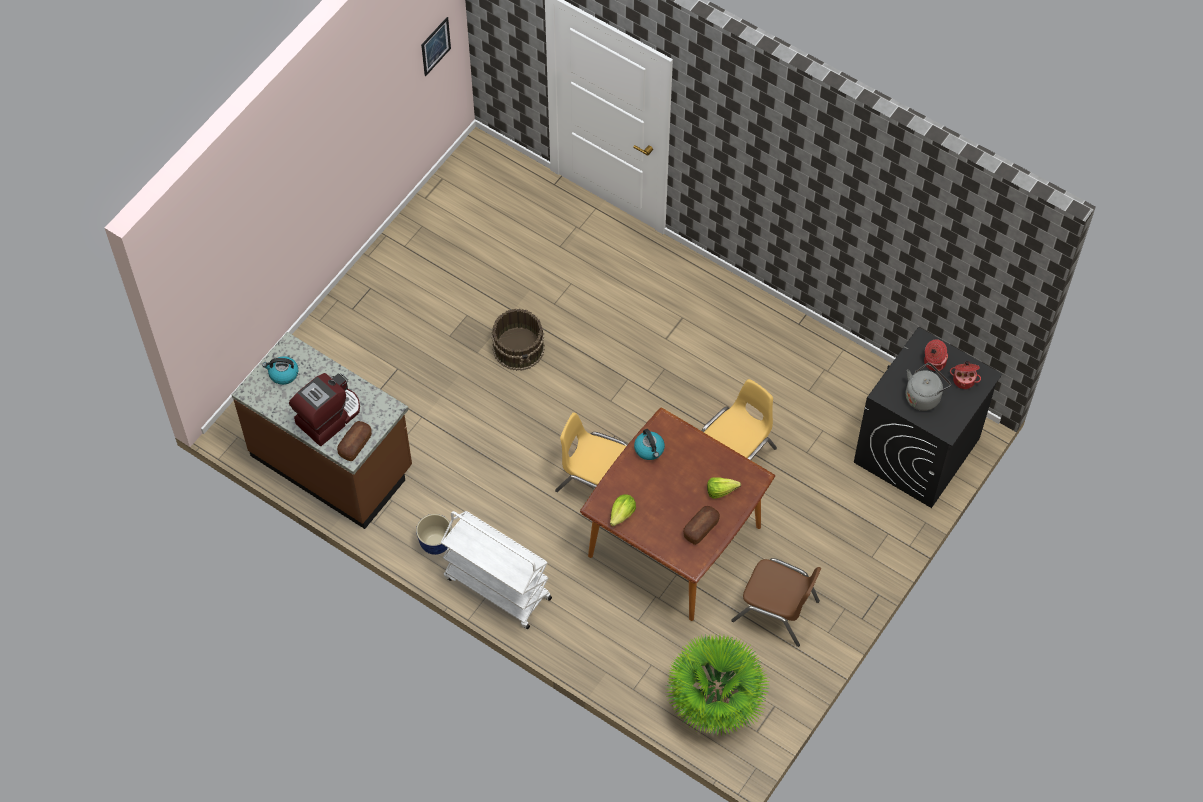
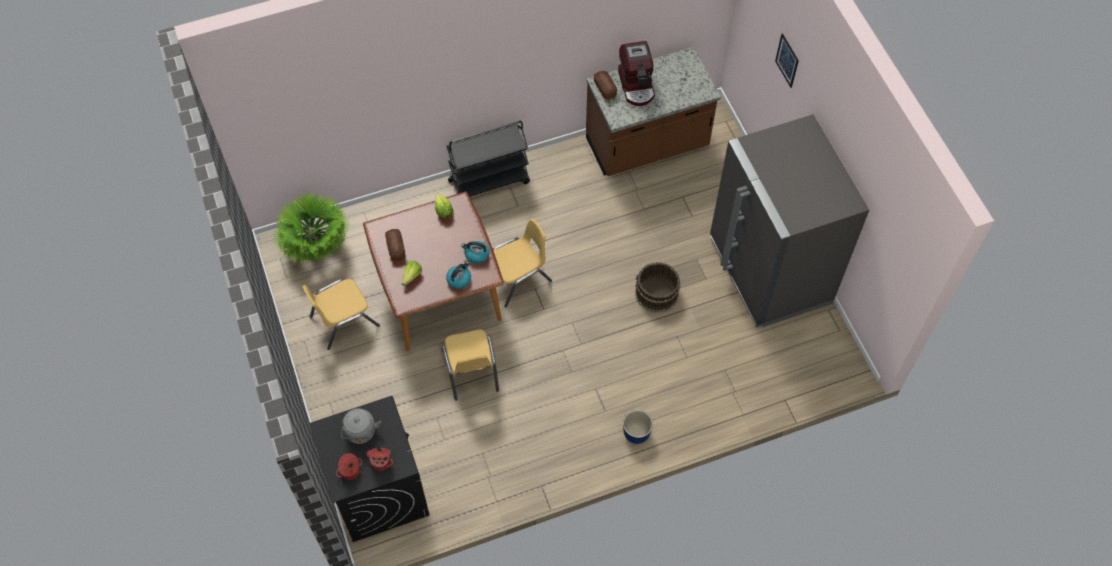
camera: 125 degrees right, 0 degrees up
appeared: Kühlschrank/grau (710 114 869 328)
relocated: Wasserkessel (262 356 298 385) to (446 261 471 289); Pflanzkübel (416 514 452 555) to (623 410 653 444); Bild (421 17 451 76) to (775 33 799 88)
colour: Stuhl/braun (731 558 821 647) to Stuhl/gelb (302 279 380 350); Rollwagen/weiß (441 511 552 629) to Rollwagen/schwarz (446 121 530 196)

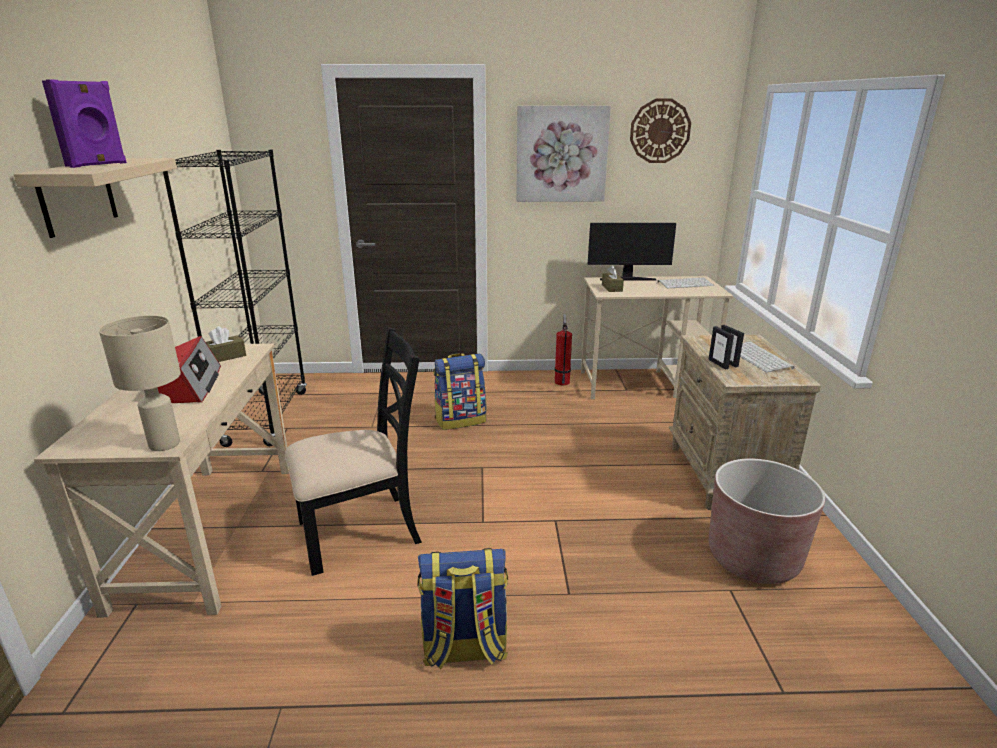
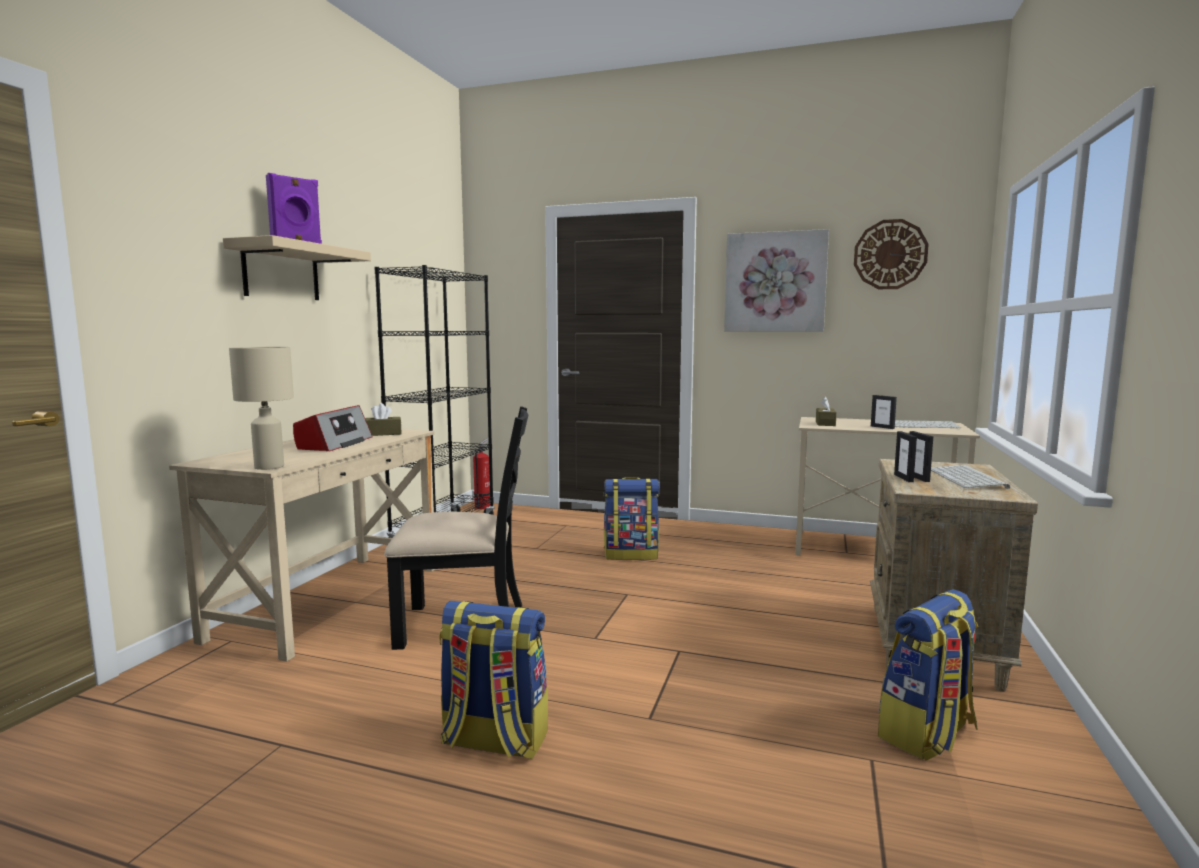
camera: 20 degrees right, 15 degrees down
missing: Monitor (588 223 676 281)
appeared: Bilderrahmen (871 395 897 429)
relocated: Feuerlöscher (555 314 572 385) to (473 438 490 509)
exchanged: Pflanzkübel/braun (709 458 825 584) to Rucksack (878 589 978 761)

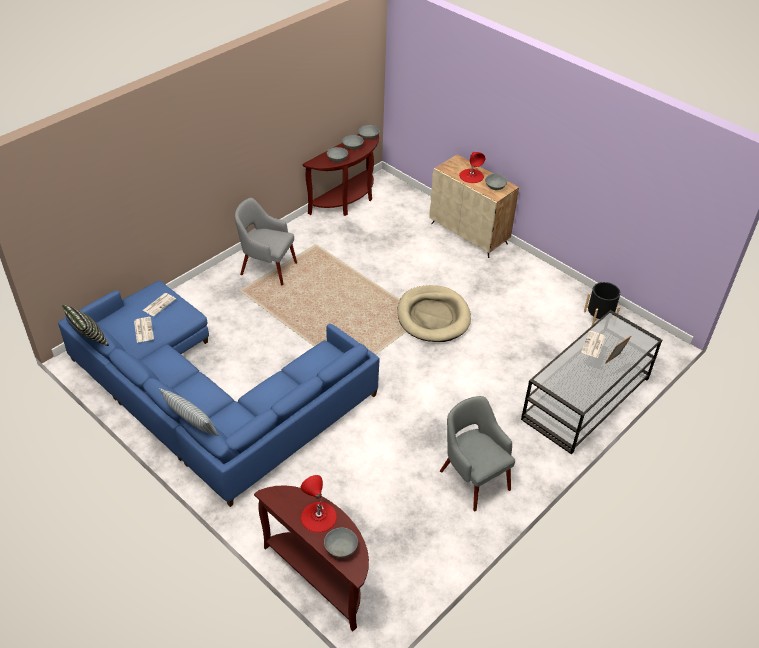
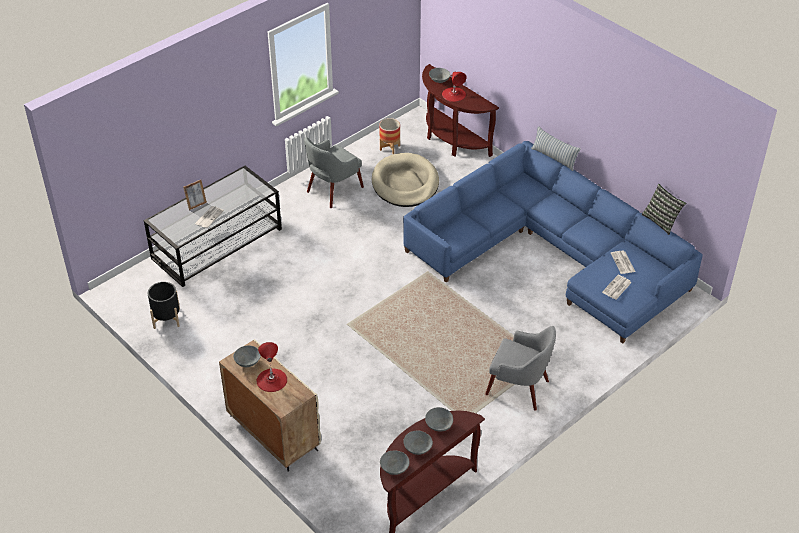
camera: 175 degrees left, 0 degrees up
appeared: Pflanzkübel (379 118 400 154)
relocated: Hundebett/beige (397 285 471 342) to (372 153 439 207)
spun: Sessel/grau (440 396 515 511) = (304 137 364 208) 75 degrees clockwise

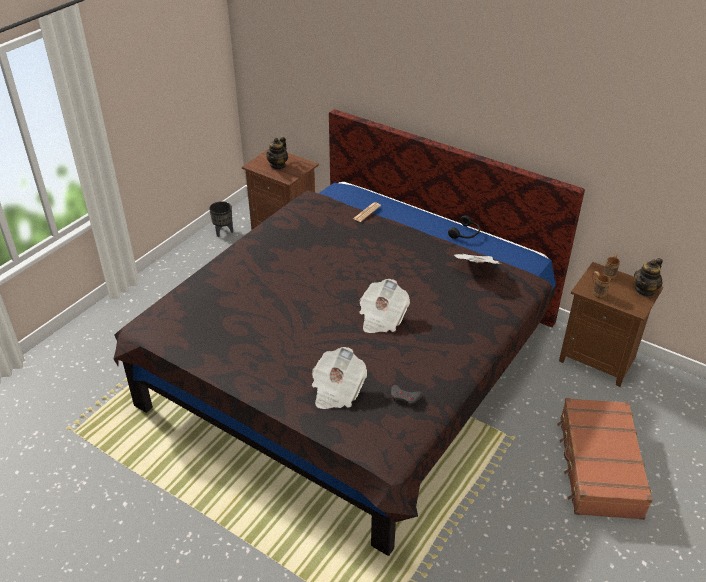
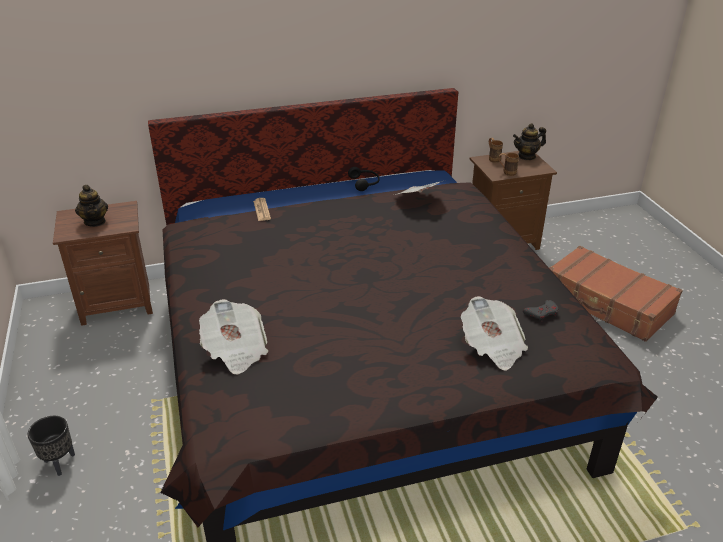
camera: 50 degrees left, 5 degrees down
relocated: Pflanzkübel/schwarz (209 201 233 237) to (27 416 75 476); Zeitung (359 279 410 333) to (199 299 268 374)
spun: Teekanne (634 258 663 297) = (513 123 546 160) 75 degrees clockwise

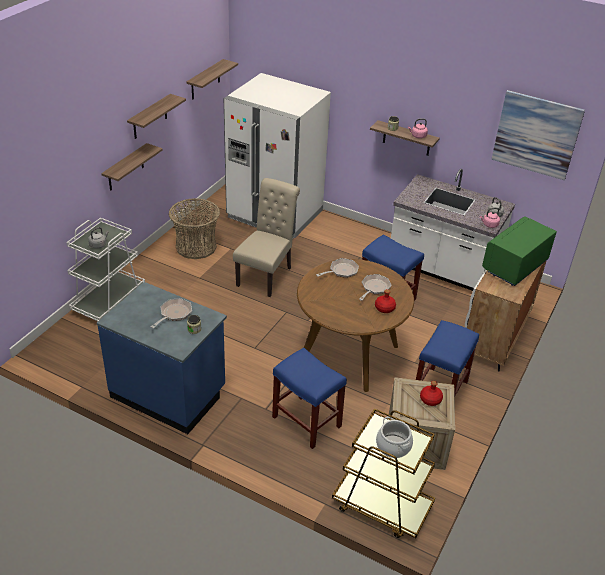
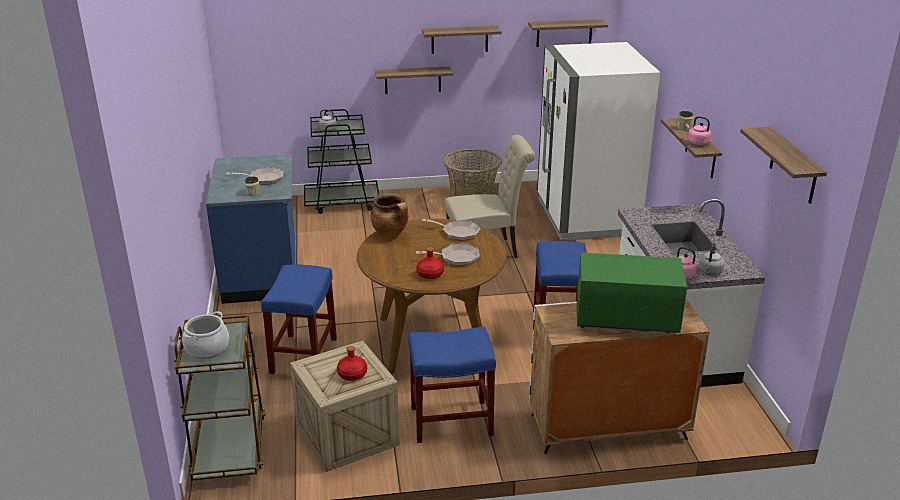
camera: 55 degrees right, 10 degrees down
appeared: Kochtopf (371 192 408 239)
exchanged: Bild (491 90 585 180) to Wandregal (740 127 827 204)
colour: Rollwagen/weiß (66 218 145 321) to Rollwagen/schwarz (304 109 379 214)

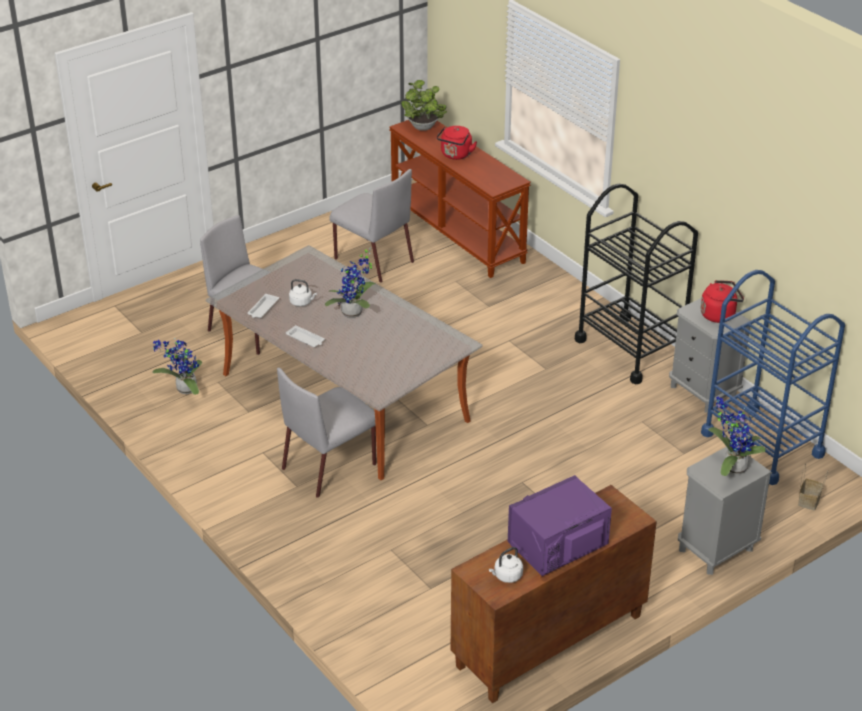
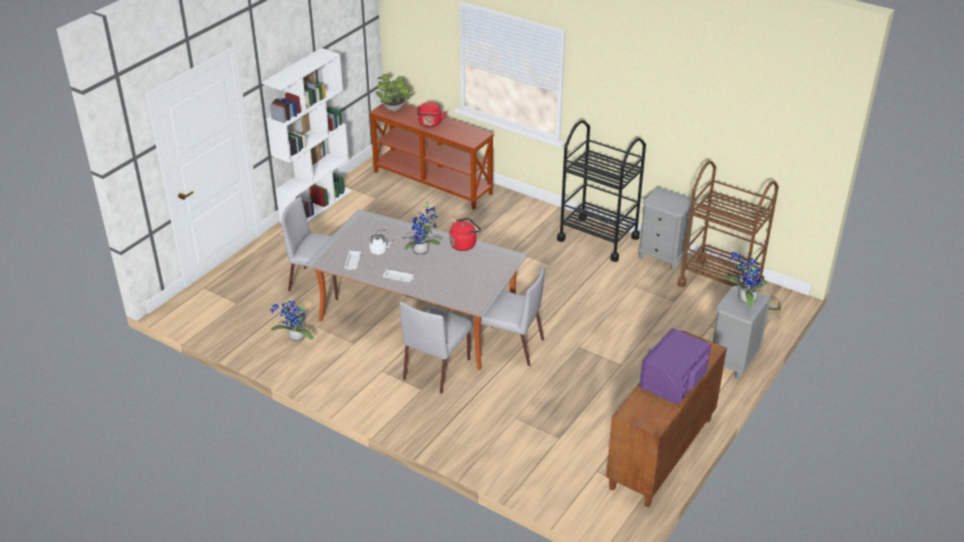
camera: 20 degrees left, 0 degrees up
missing: Wasserkessel/weiß (489 547 523 583)
appeared: Bücherregal/weiß (262 48 351 223)
relocated: Wasserkessel/rot (701 280 744 323) to (450 218 481 251); Stuhl/grau (329 169 414 283) to (473 264 545 366)
colour: Rollwagen/blau (701 270 845 485) to Rollwagen/braun (677 161 779 287)

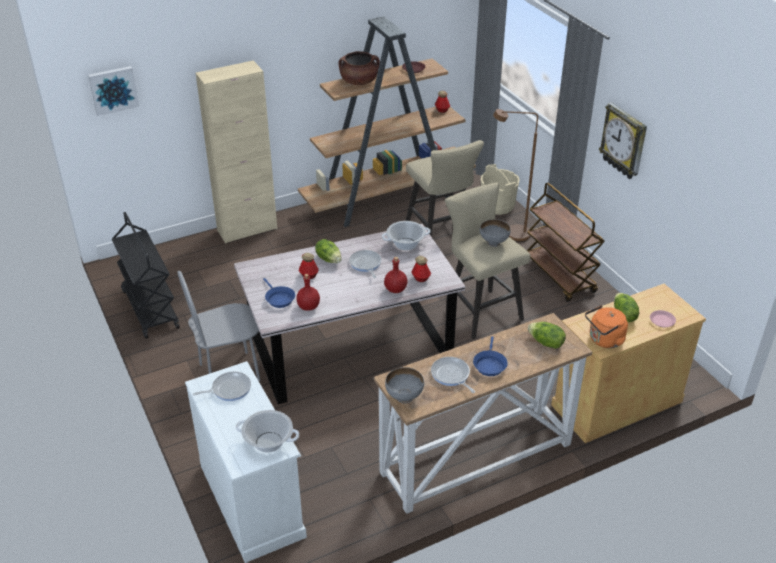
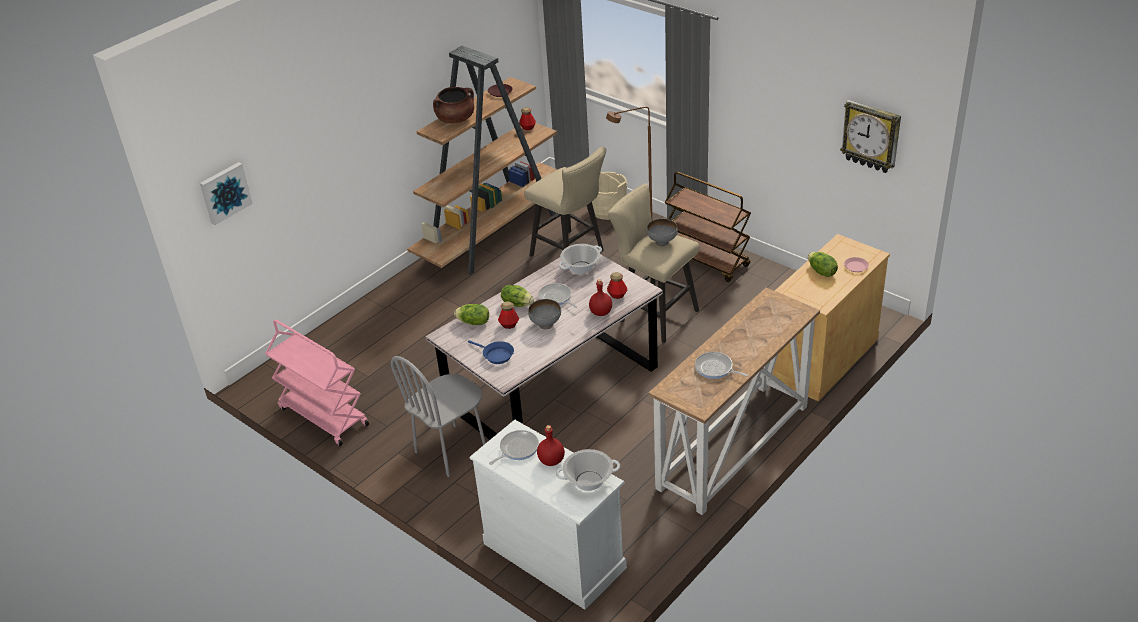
camera: 20 degrees left, 0 degrees up
missing: Schrank/beige (196 60 277 244); Pfanne/blau (473 336 508 376); Wasserkessel/orange (585 305 628 348)
relocated: Salatkopf (528 322 566 349) to (454 304 489 325); Schüssel/grau (385 367 424 404) to (528 299 561 329); Flasche/rot (296 274 320 311) to (537 425 565 466); Wanduhr (599 103 647 179) to (840 100 901 173)
colour: Rollwagen/schwarz (112 212 180 339) to Rollwagen/rosa (265 320 369 446)

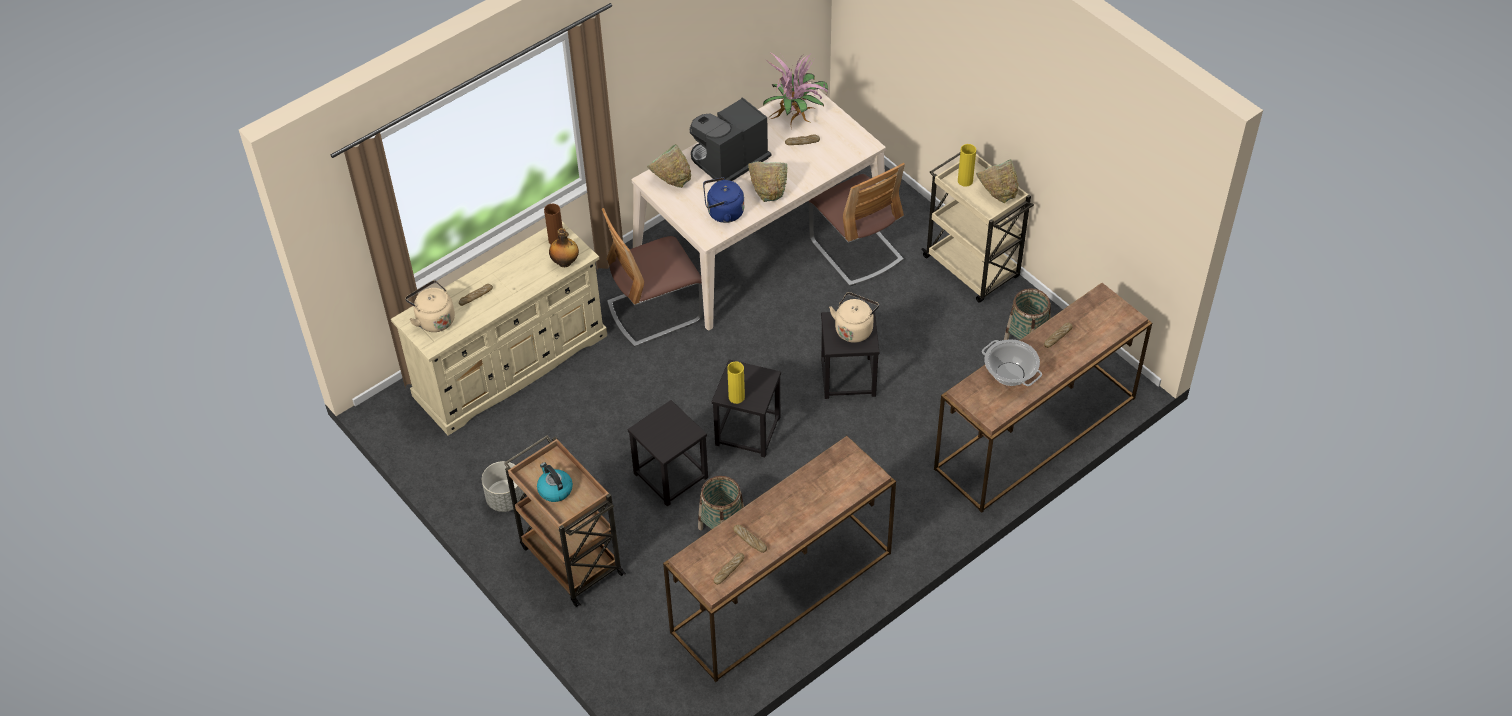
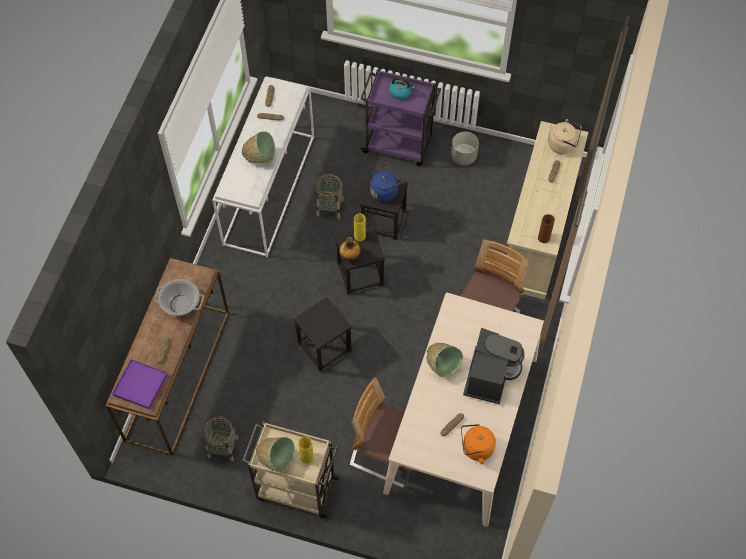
camera: 145 degrees right, 10 degrees up
missing: Wasserkessel/beige (829 292 879 343)
appeared: Tablett/lila (112 359 168 410)
relocated: Schüssel/grün (647 144 691 188) to (242 132 275 163); Flasche (549 228 579 267) to (339 237 361 261); Wasserkessel/blau (703 177 744 223) to (370 165 403 202)
exchanged: Topfpflanze (763 52 828 129) to Wasserkessel/orange (461 424 496 464)
colour: Konsolentisch/braun (663 436 896 682) to Konsolentisch/weiß (212 76 314 257); Rollwagen/braun (504 435 626 607) to Rollwagen/lila (360 70 441 166)

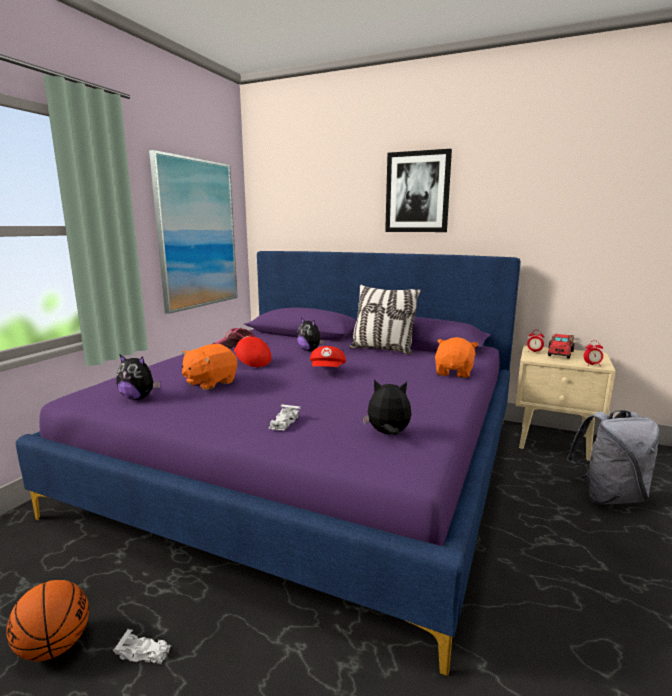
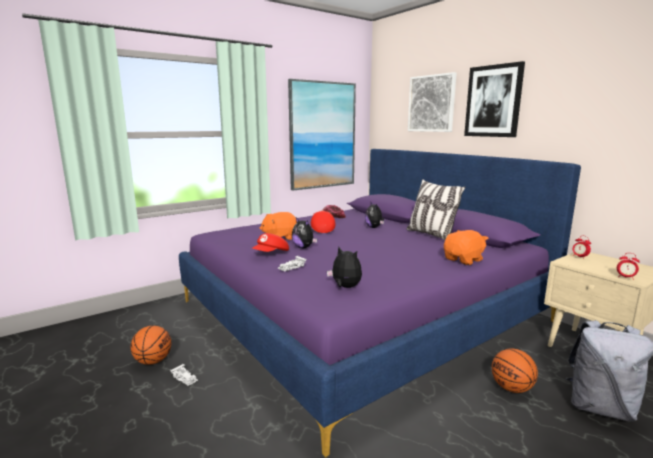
camera: 30 degrees right, 0 degrees up
missing: Spielzeuglaster (548 334 575 358)
appeared: Bild (408 72 457 132); Basketball (492 348 538 393)
relocated: Kappe/rot (310 346 346 367) to (252 233 289 252); Plüschtier (116 355 160 400) to (292 218 317 248)

